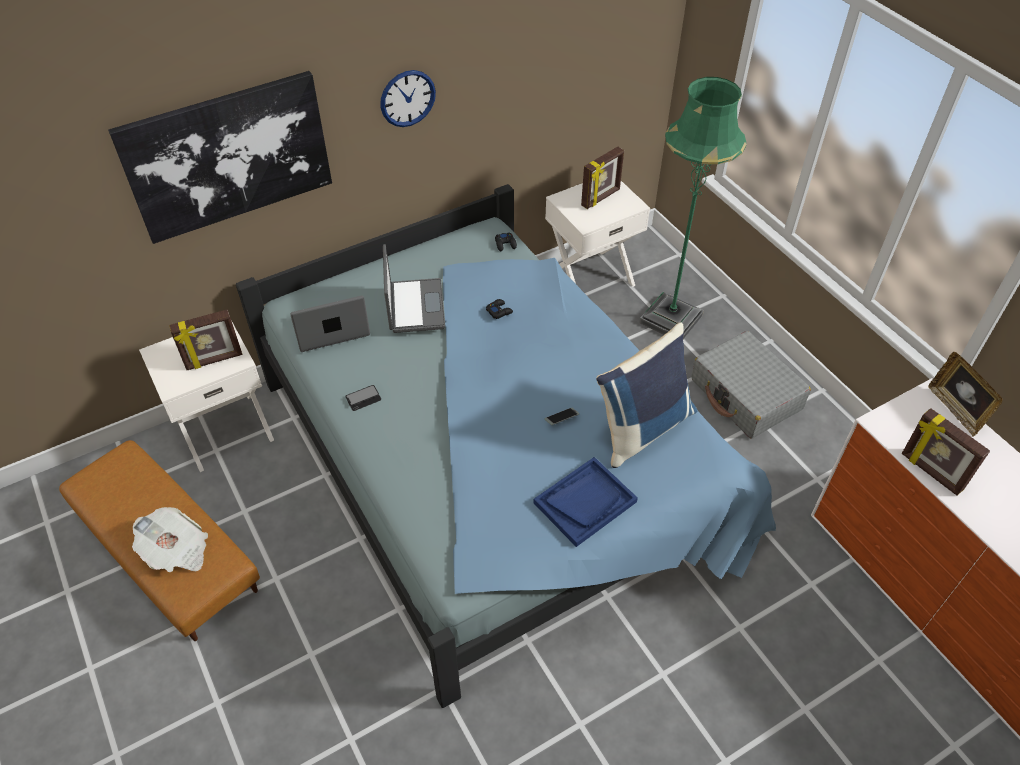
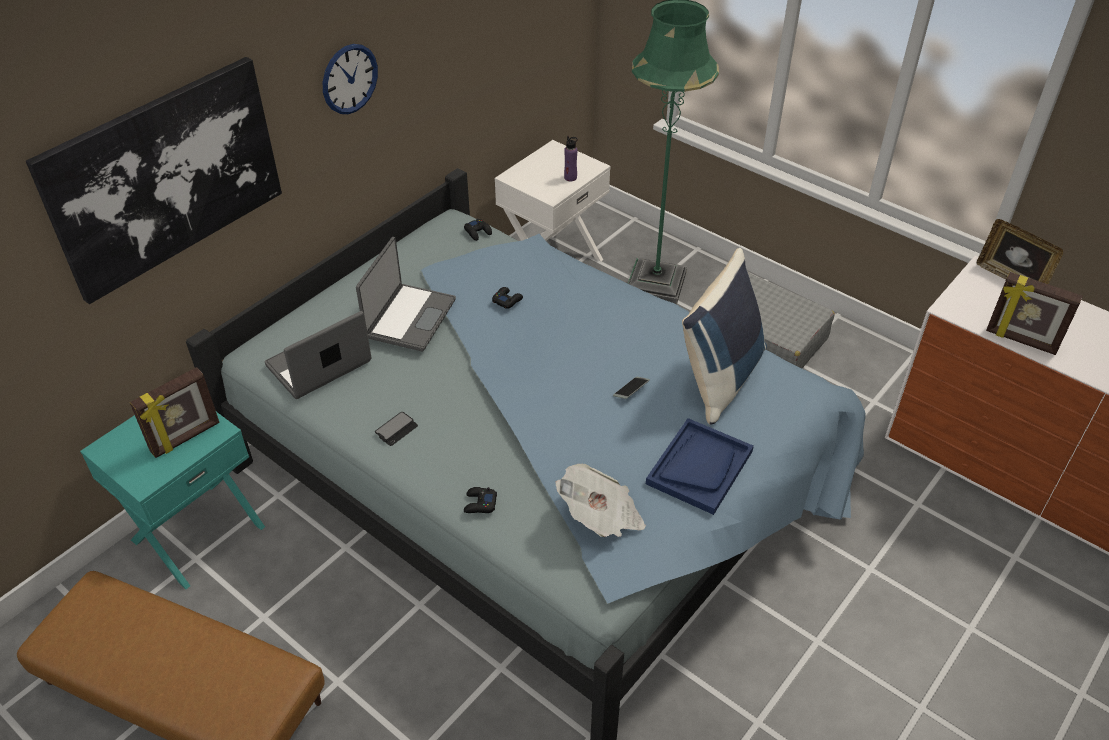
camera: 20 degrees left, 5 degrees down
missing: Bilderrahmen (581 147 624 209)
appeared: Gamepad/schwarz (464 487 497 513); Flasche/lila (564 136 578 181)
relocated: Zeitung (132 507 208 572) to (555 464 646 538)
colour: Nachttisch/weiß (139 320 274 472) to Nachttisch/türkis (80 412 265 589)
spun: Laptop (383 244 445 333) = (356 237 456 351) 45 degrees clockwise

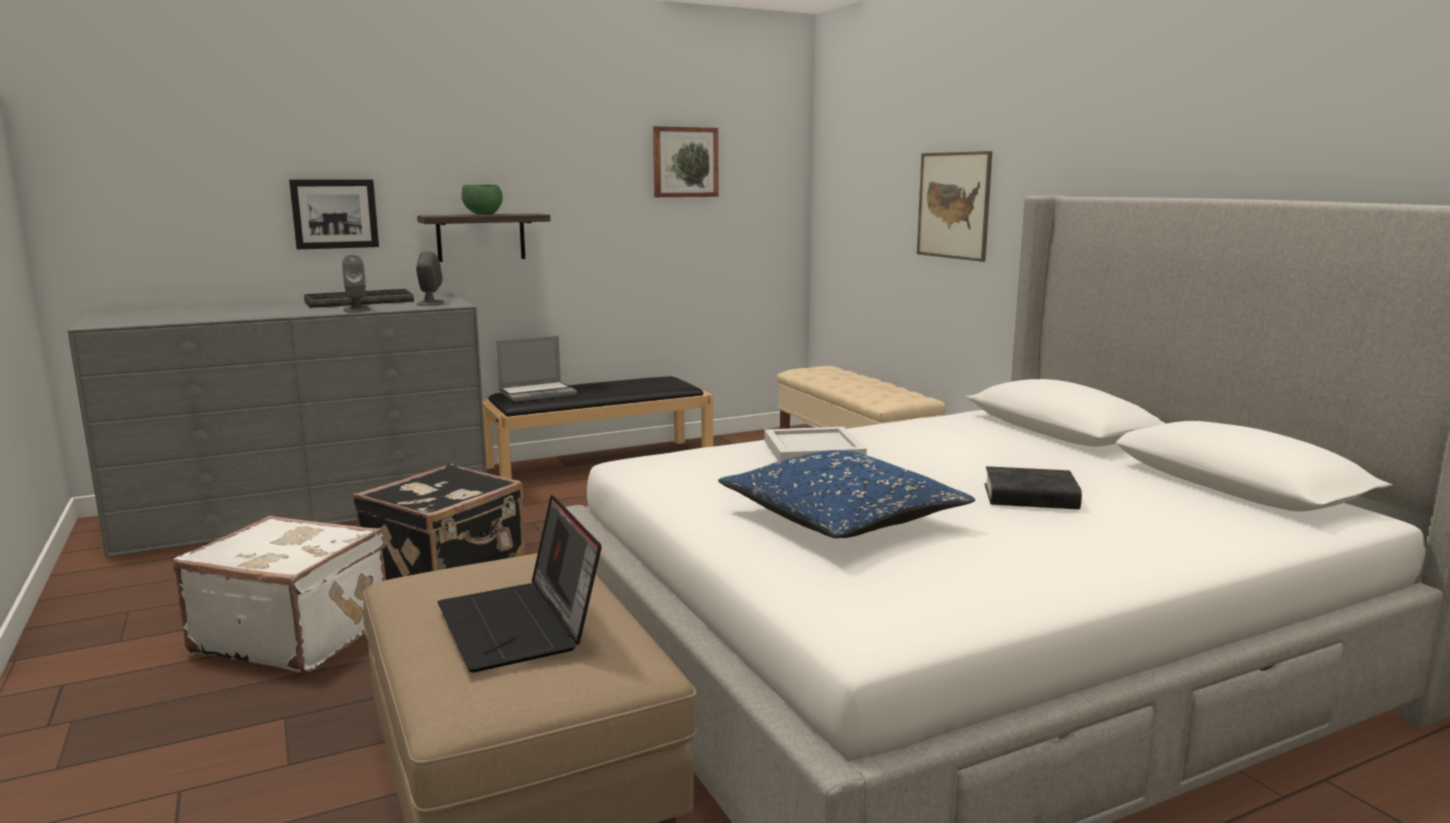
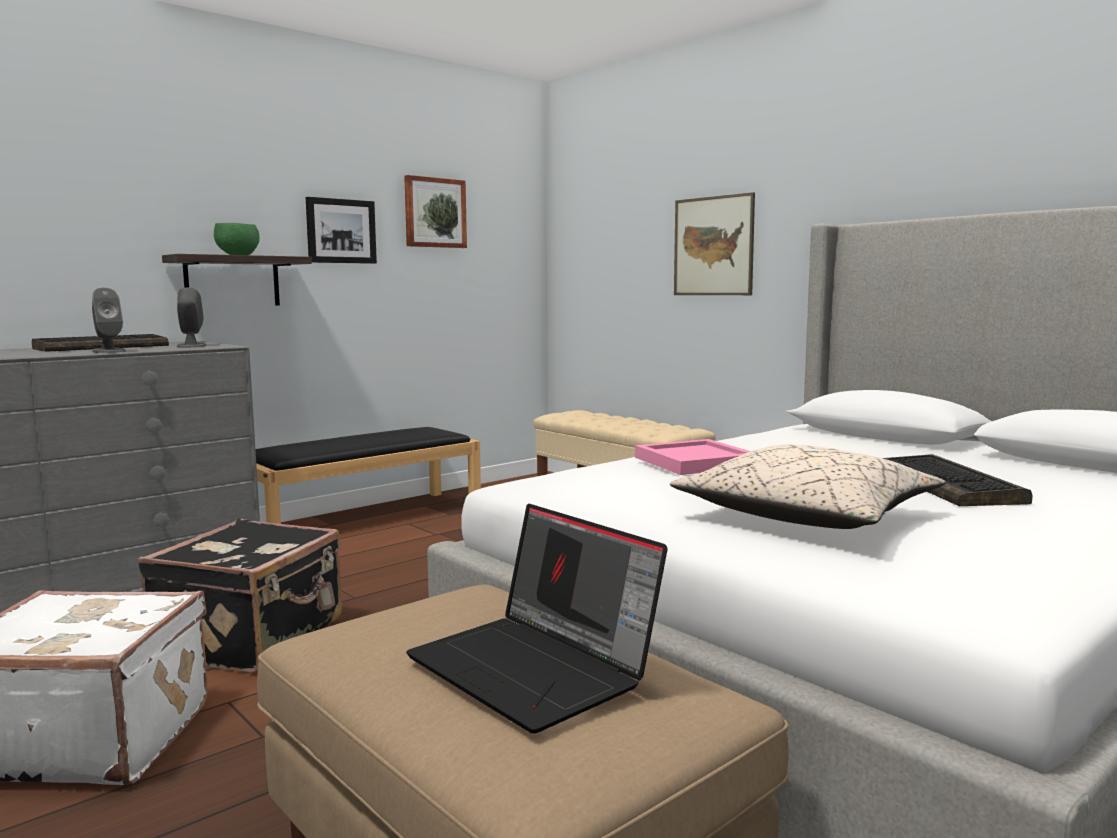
camera: 15 degrees left, 5 degrees down
missing: Laptop (496 336 577 402)
relocated: Bild (289 179 379 249) to (306 197 377 264)
exchanged: Buch/schwarz (985 466 1082 509) to Tastatur (882 454 1033 506)
colour: Tablett/weiß (764 427 867 462) to Tablett/rosa (635 439 751 475); Kissen/blau (718 450 975 538) to Kissen/beige (670 445 946 529)

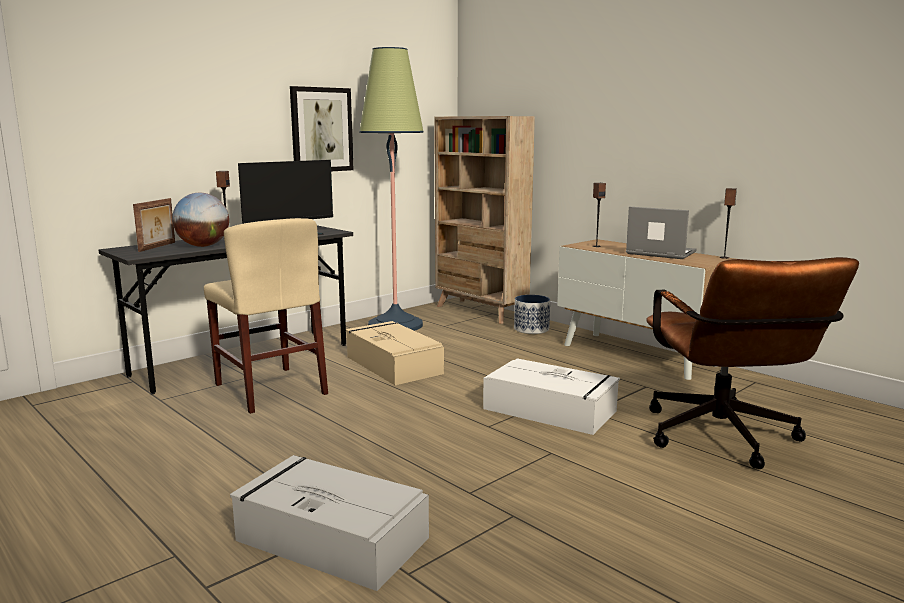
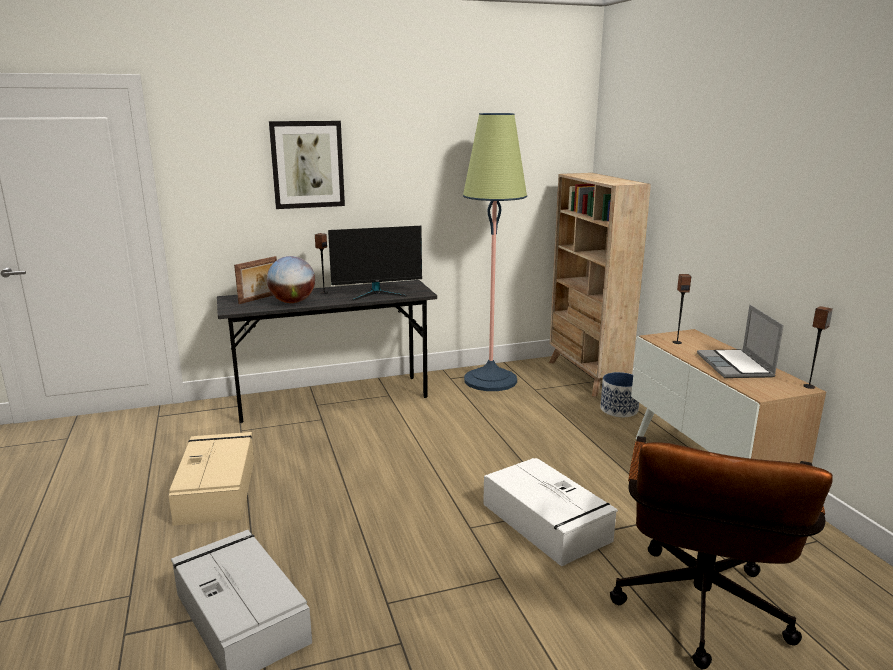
camera: 25 degrees right, 5 degrees up
missing: Stuhl/beige (204 218 328 414)
relocated: Aufbewahrungsbox/beige (346 321 444 385) to (169 432 254 526); Bild (290 86 353 171) to (269 121 345 209)
spun: Laptop (626 207 697 259) = (697 305 784 378) 150 degrees counterclockwise

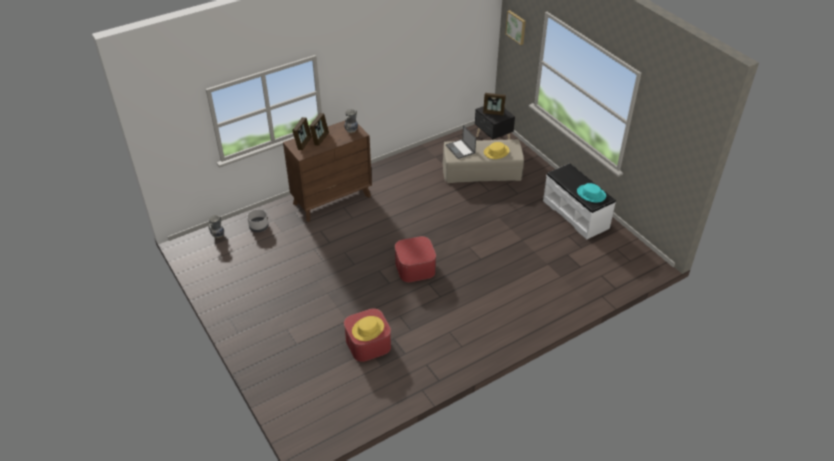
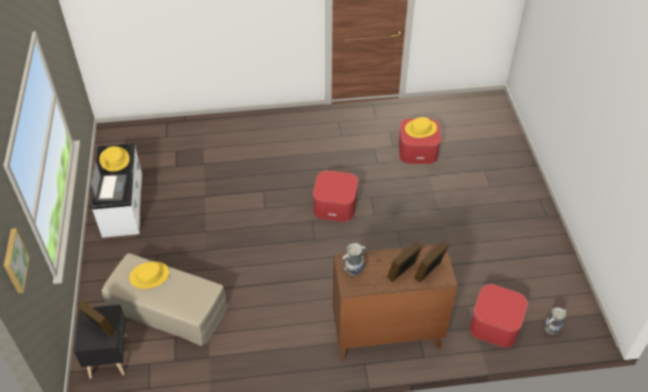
camera: 155 degrees left, 5 degrees up
relocated: Laptop (446 125 476 159) to (90 159 127 201)
exchanged: Pflanzkübel/grau (247 209 268 232) to Polsterhocker (470 284 528 348)
colour: Hut/türkis (577 183 606 203) to Hut/gelb (99 146 130 171)

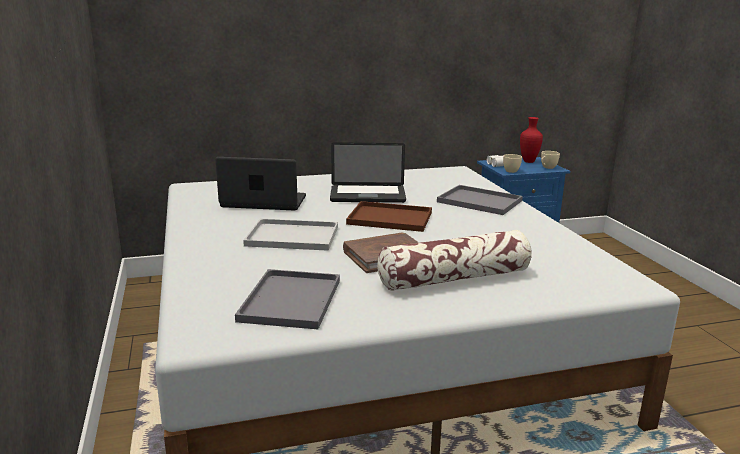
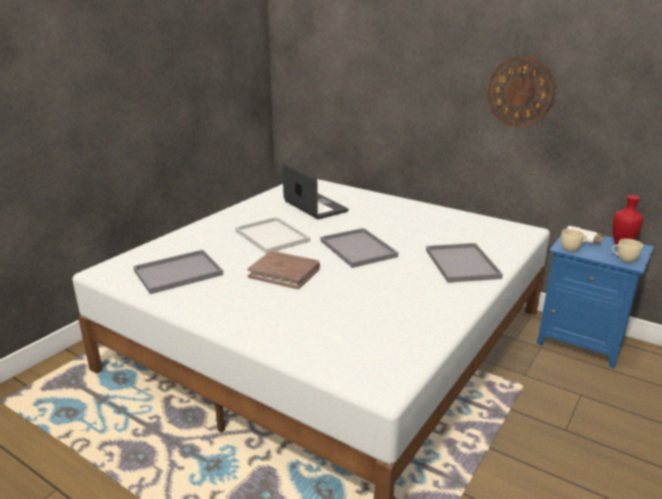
camera: 50 degrees right, 5 degrees up
missing: Laptop (330 142 406 203); Kissen (377 230 532 291)
appeared: Wanduhr (486 56 556 127)
colour: Tablett/braun (346 201 432 232) to Tablett/grau (321 228 398 268)

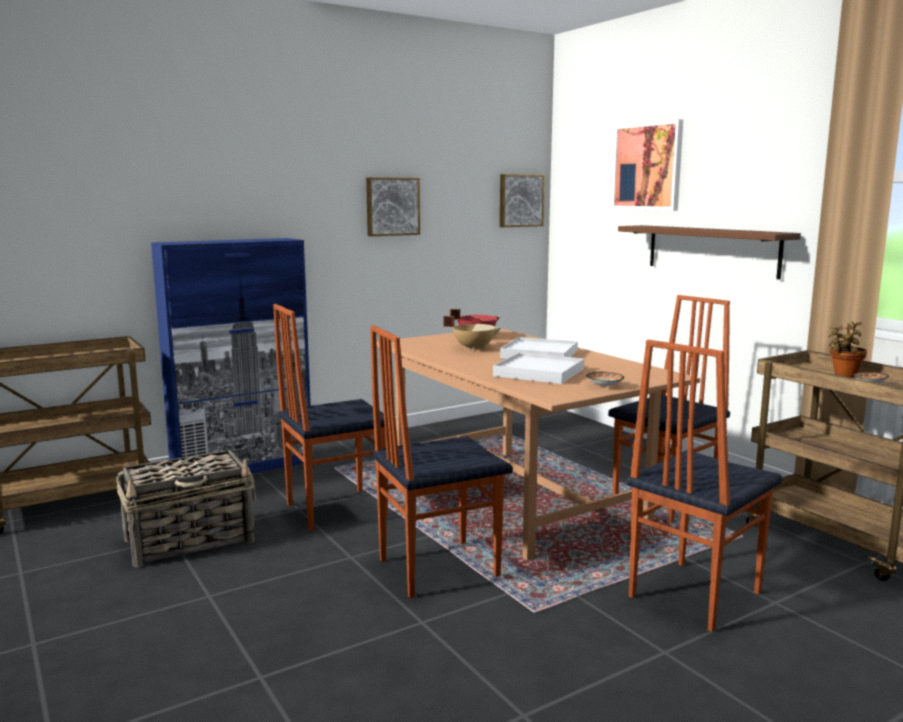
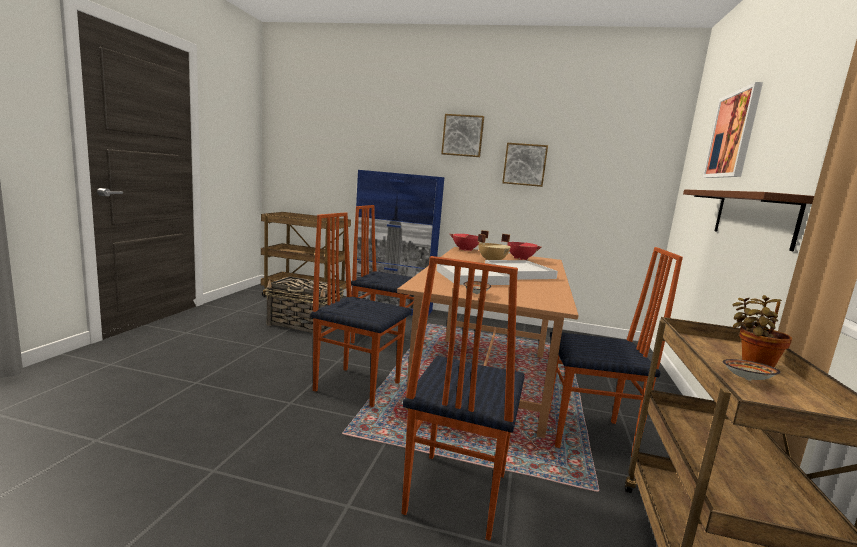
camera: 45 degrees right, 0 degrees up
appeared: Kochtopf/rot (450 230 489 251)
relocated: Bild (500 174 545 227) to (441 114 484 157)
spun: Stuhl (627 340 782 632) = (401 256 525 541) 75 degrees counterclockwise

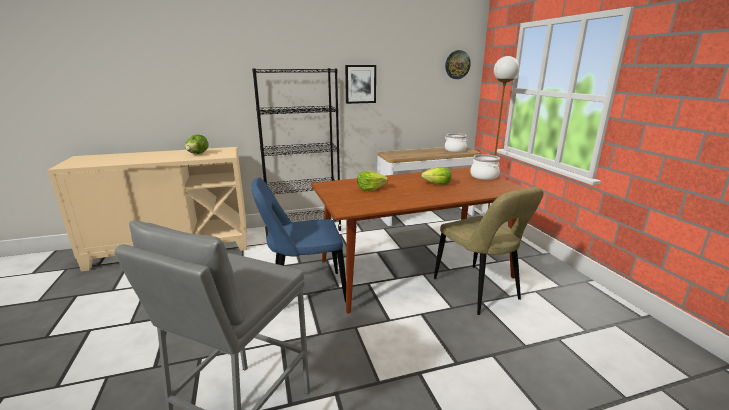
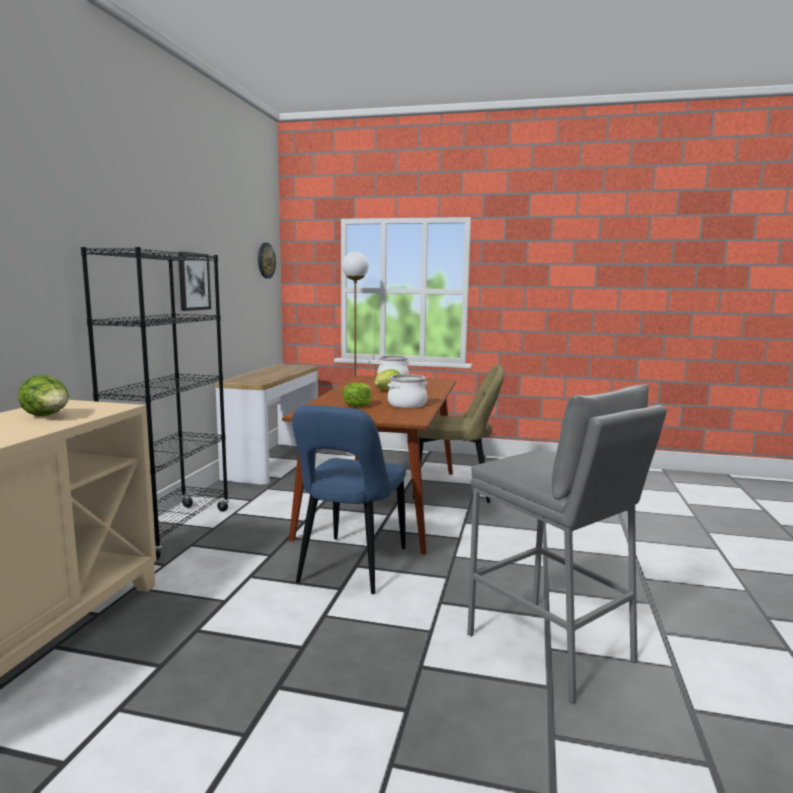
camera: 60 degrees left, 10 degrees down
relocated: Kochtopf (445 133 468 152) to (388 374 427 408)

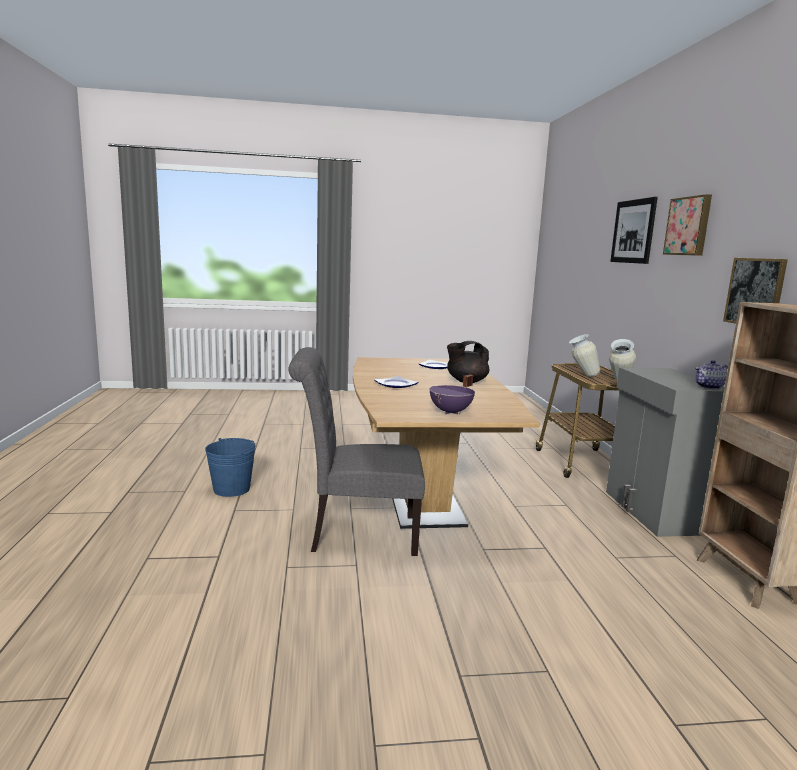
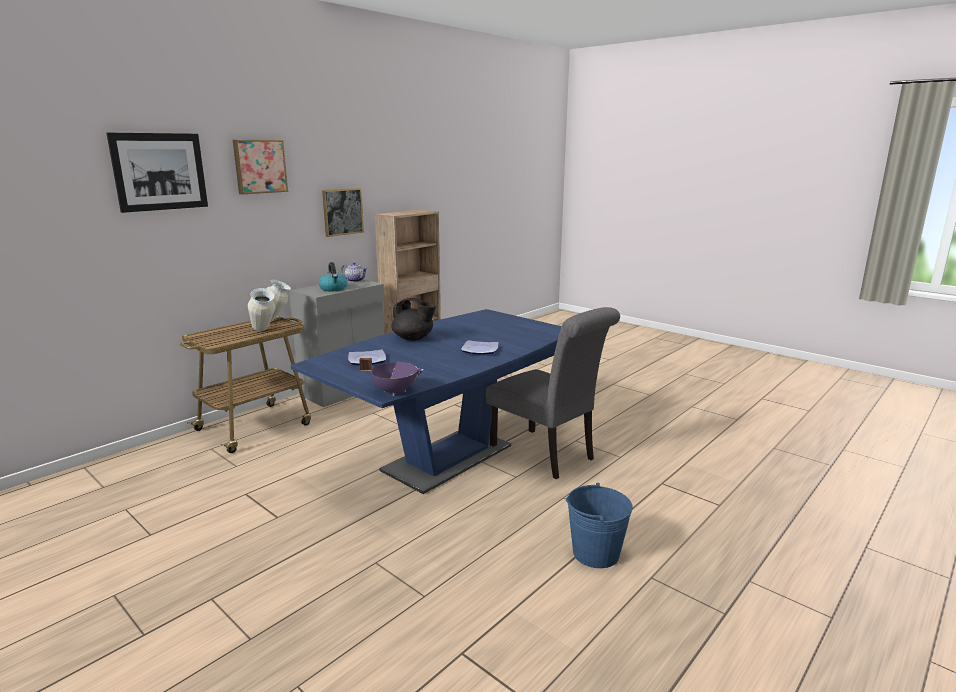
camera: 130 degrees left, 5 degrees up
appeared: Wasserkessel (319 262 348 291)
relocated: Kochtopf/lila (429 374 475 415) to (359 358 423 396)
colour: Esstisch/braun (353 357 540 529) to Esstisch/blau (290 309 562 494)

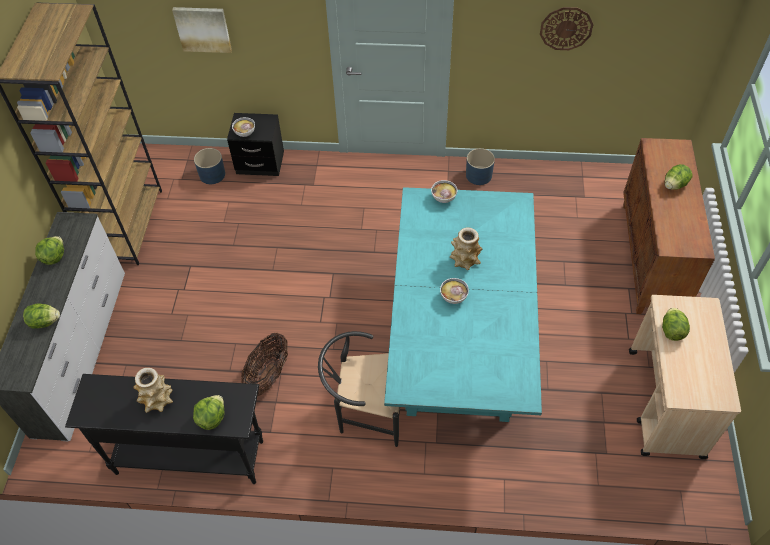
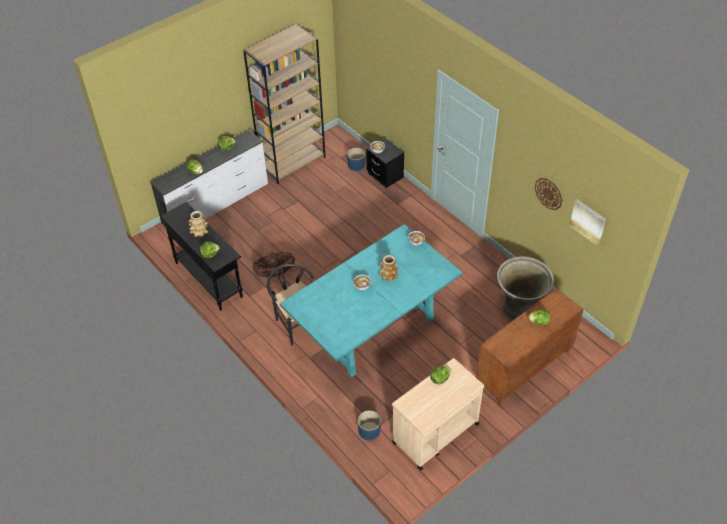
camera: 45 degrees right, 5 degrees down
appeared: Pflanzkübel/grau (497 256 554 319)
relocated: Pflanzkübel/blau (466 148 495 185) to (358 410 381 441); Bild (172 7 232 53) to (569 199 606 246)

